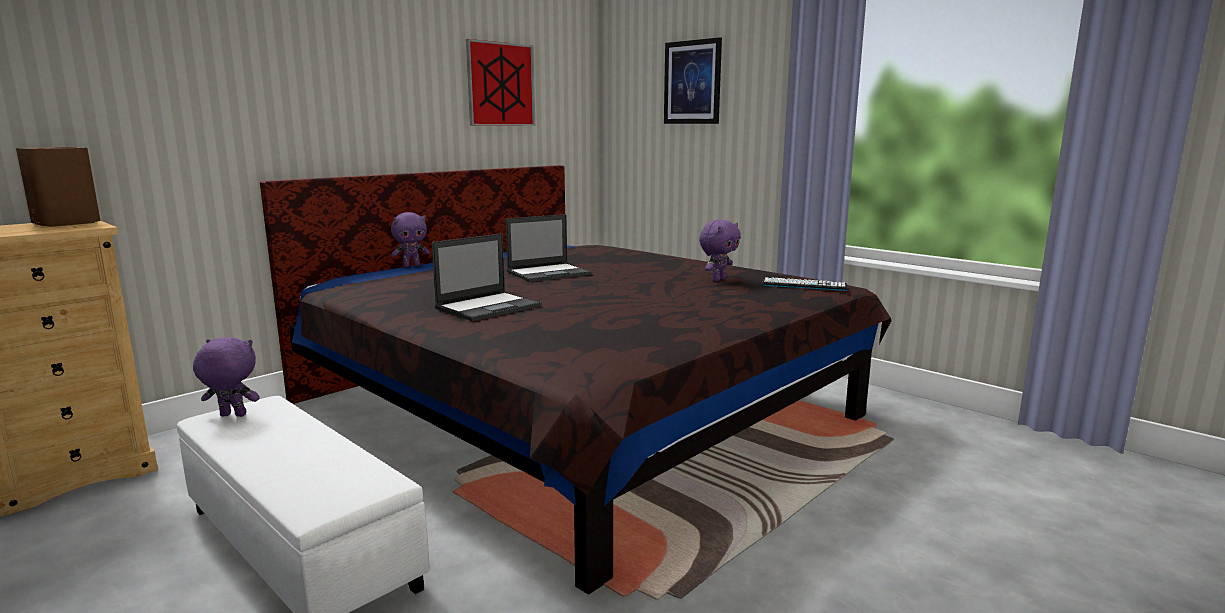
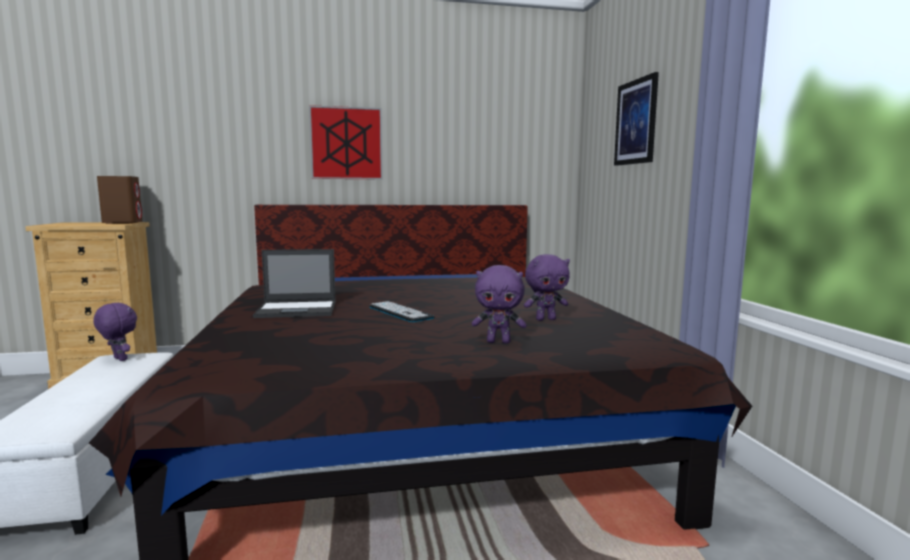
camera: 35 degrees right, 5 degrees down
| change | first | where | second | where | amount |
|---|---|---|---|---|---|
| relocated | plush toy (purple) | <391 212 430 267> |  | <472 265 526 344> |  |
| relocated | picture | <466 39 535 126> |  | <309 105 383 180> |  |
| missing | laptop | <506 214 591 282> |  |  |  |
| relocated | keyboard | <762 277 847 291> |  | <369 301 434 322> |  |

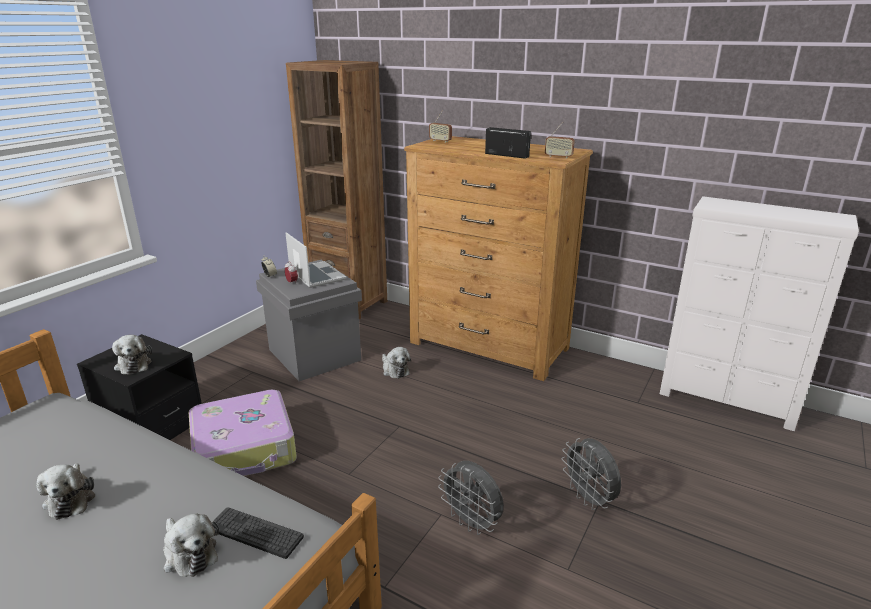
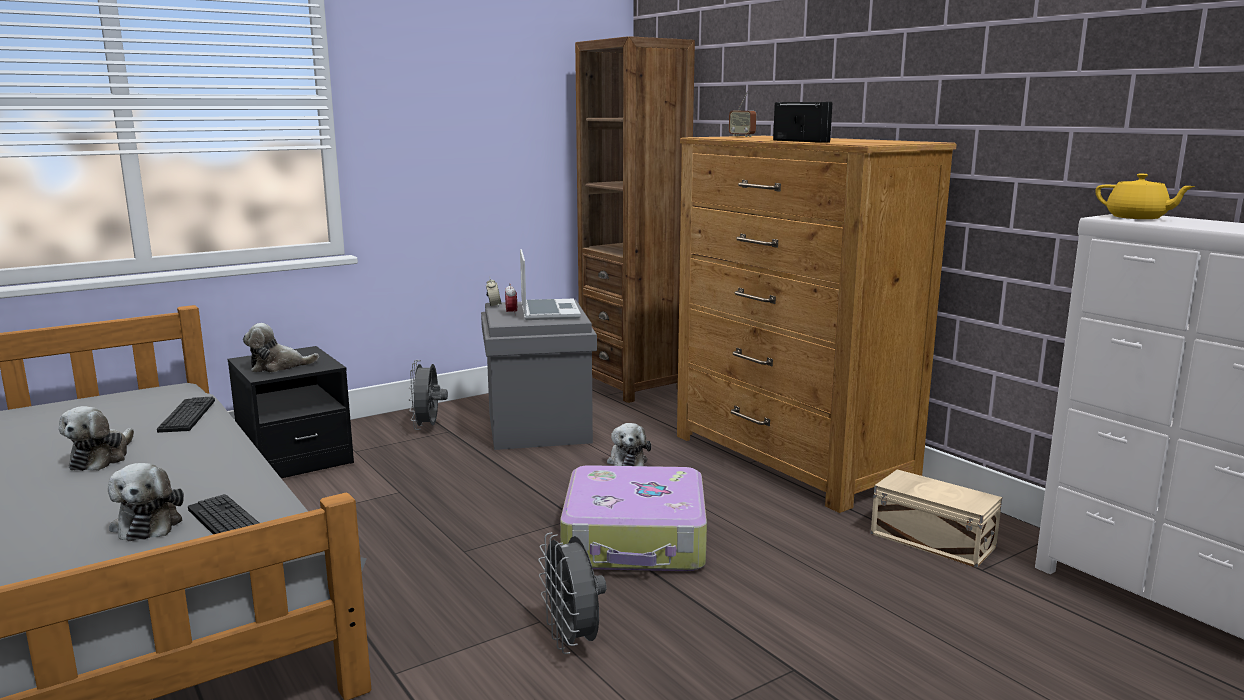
camera: 25 degrees right, 10 degrees down
| change | first | where | second | where | amount |
|---|---|---|---|---|---|
| spun | plush toy | <112 335 152 375> |  | <243 323 319 372> | 75 degrees clockwise |
| relocated | suitcase | <189 390 297 476> |  | <560 465 707 571> |  |
| missing | radio | <545 122 575 159> |  |  |  |
| relocated | fan (grey) | <562 438 621 510> |  | <409 360 448 430> |  |
| appeared |  |  | keyboard | <157 397 215 433> |  |
| appeared |  |  | storage box (beige) | <871 469 1002 568> |  |
| appeared |  |  | teapot (yellow) | <1095 174 1195 219> |  |

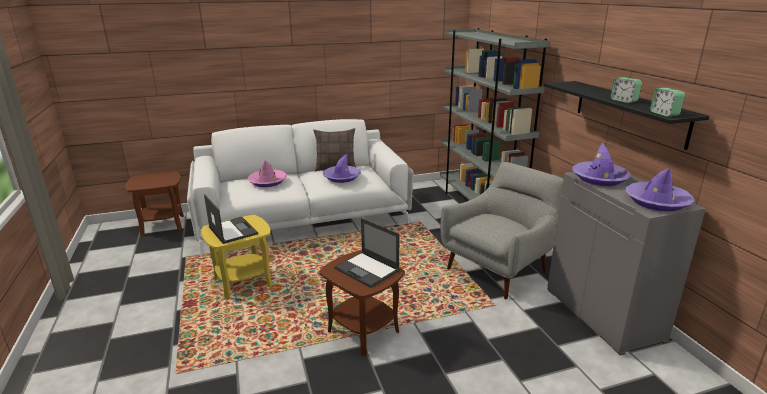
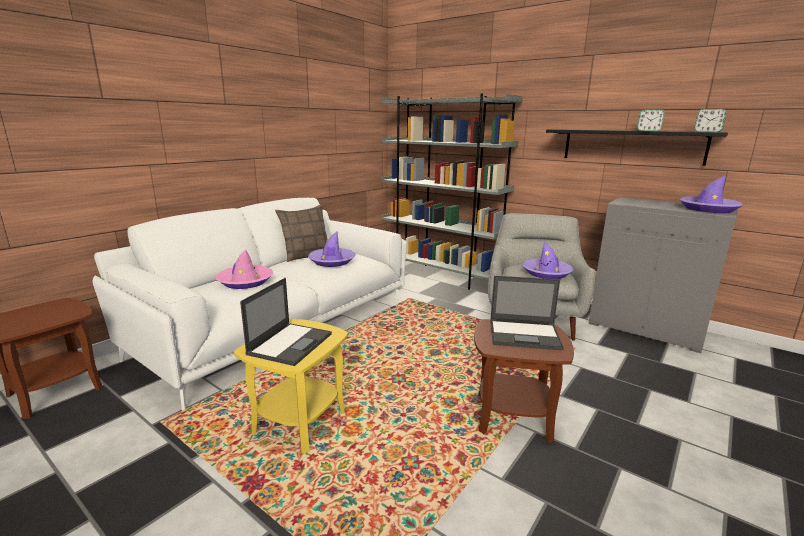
camera: 35 degrees left, 5 degrees down
| change | first | where | second | where | amount |
|---|---|---|---|---|---|
| spun | laptop | <204 194 258 244> |  | <240 278 332 366> | 90 degrees clockwise |
| relocated | hat (purple) | <572 142 631 186> |  | <522 241 574 279> |  |

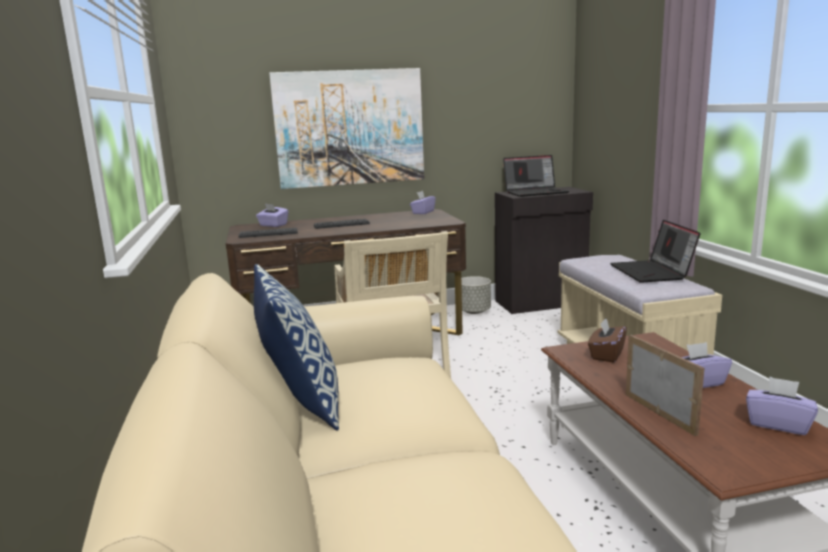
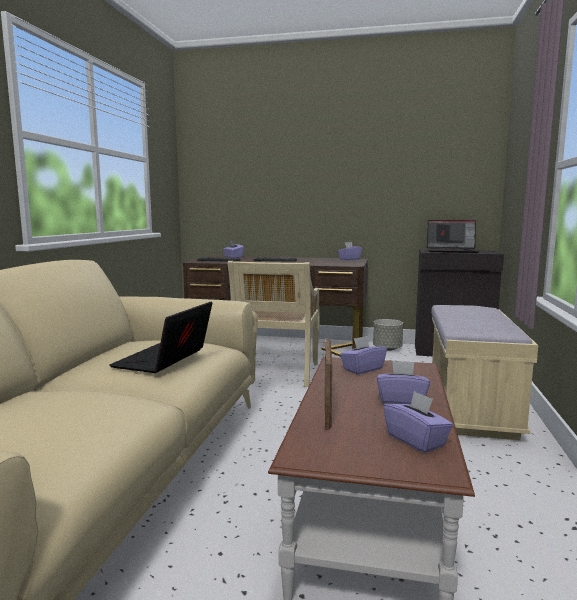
camera: 25 degrees right, 5 degrees down
| change | first | where | second | where | amount |
|---|---|---|---|---|---|
| missing | pillow | <254 264 339 431> |  |  |  |
| missing | picture | <269 68 424 189> |  |  |  |
| colour | tissue box (brown) | <588 317 627 363> | tissue box (purple) | <340 336 387 374> |  |
| relocated | laptop | <610 220 701 283> |  | <109 301 212 373> |  |

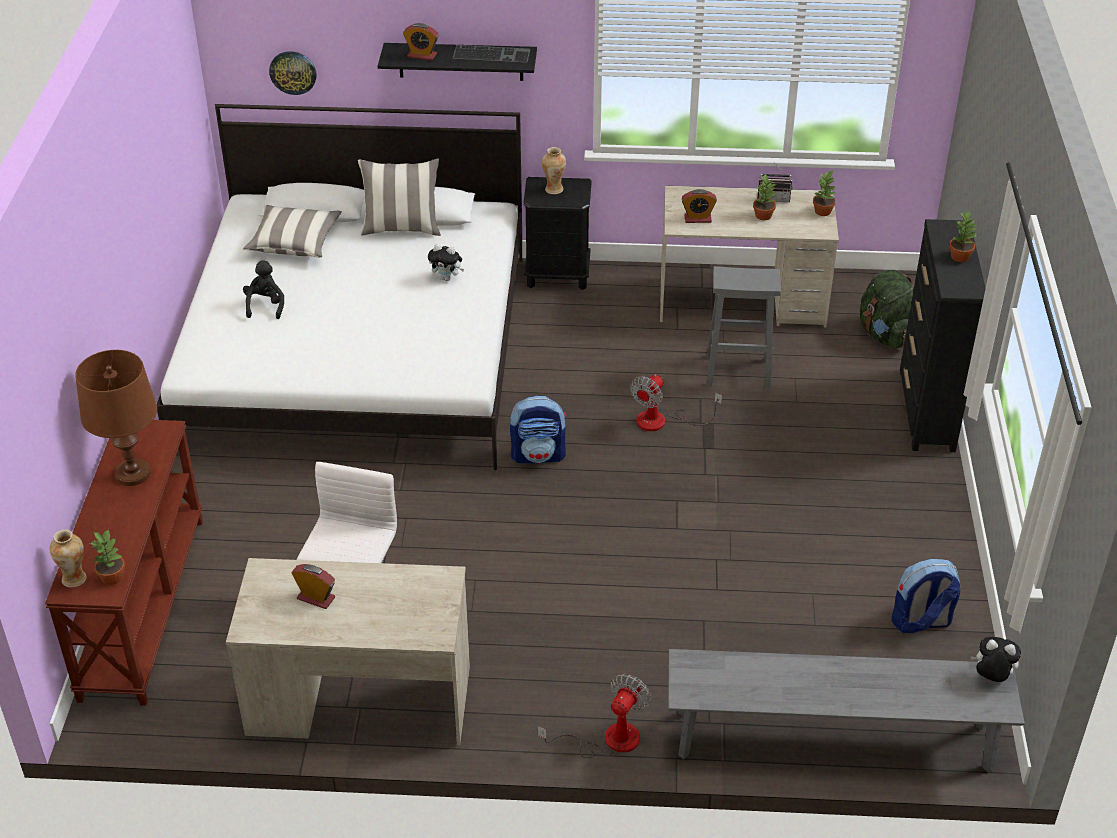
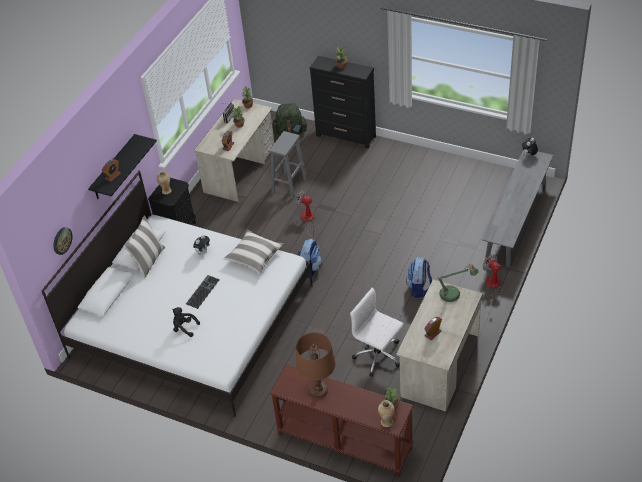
camera: 65 degrees left, 5 degrees up
| change | first | where | second | where | amount |
|---|---|---|---|---|---|
| relocated | pillow | <243 205 342 257> |  | <224 230 284 274> |  |
| relocated | keyboard | <452 45 531 63> |  | <186 275 220 309> |  |
| spun | fan | <630 374 722 431> |  | <295 190 319 237> | 150 degrees clockwise |
| relocated | backpack | <892 559 960 633> |  | <406 257 432 298> |  |
| appeared |  |  | table lamp | <437 263 479 302> |  |

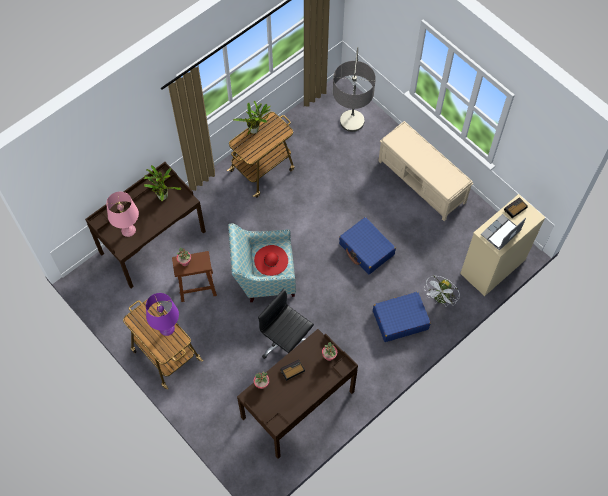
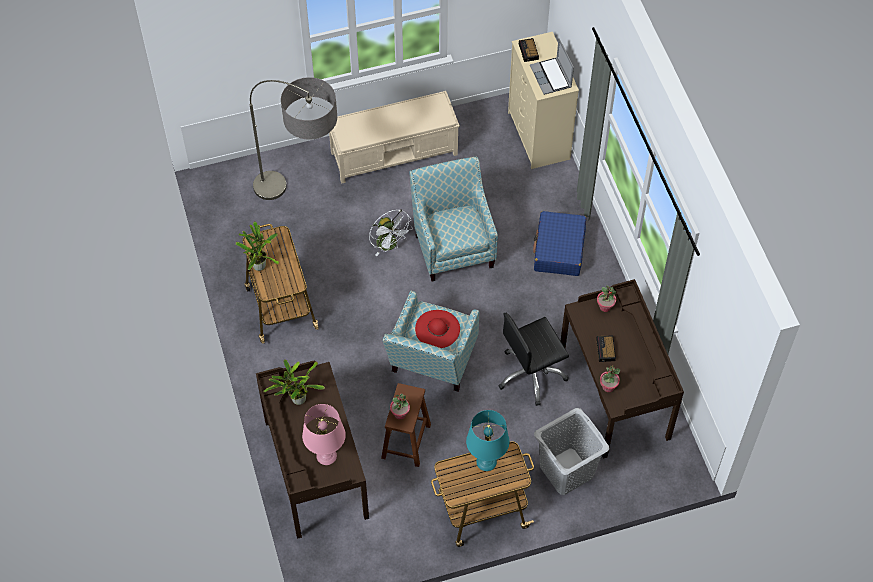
camera: 65 degrees left, 5 degrees down
| change | first | where | second | where | amount |
|---|---|---|---|---|---|
| colour | table lamp (purple) | <146 293 179 336> | table lamp (turquoise) | <466 410 509 471> |  |
| exchanged | suitcase (blue) | <339 217 396 274> | armchair | <410 156 498 281> |  |
| relocated | fan (white) | <425 275 460 307> |  | <369 209 413 256> |  |
| appeared |  |  | laundry basket (grey) | <534 408 609 495> |  |

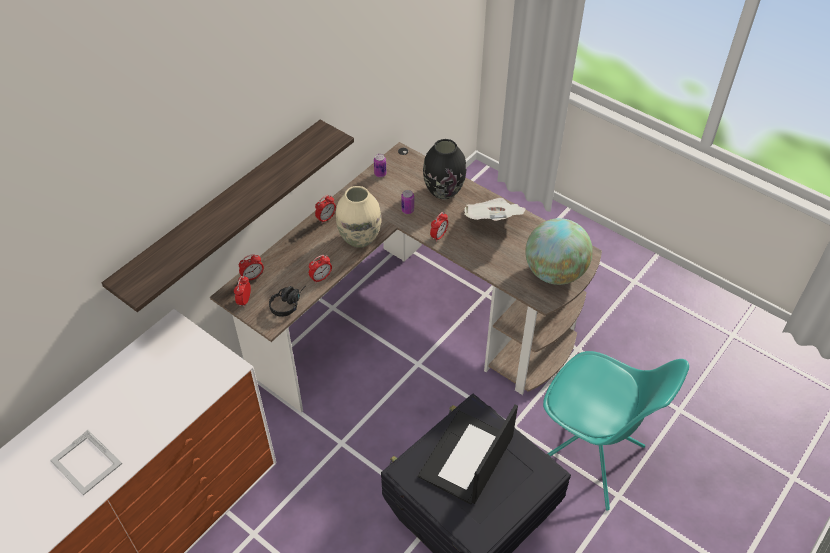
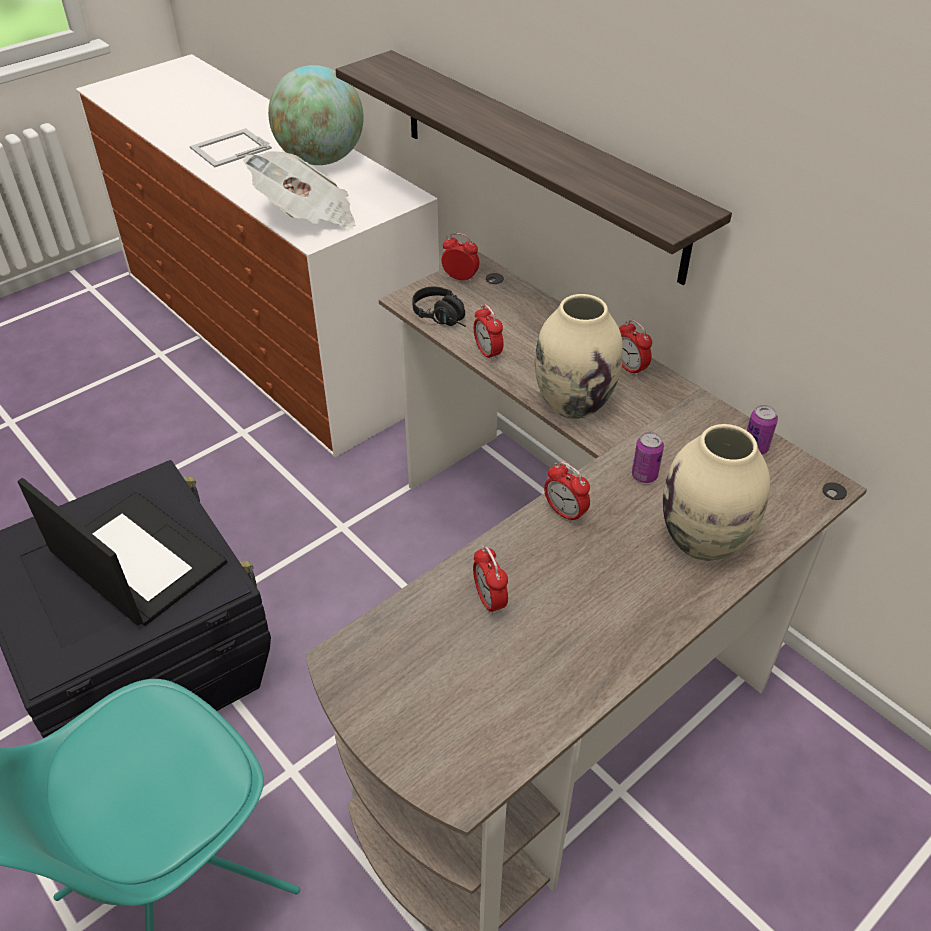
camera: 100 degrees right, 5 degrees down
| change | first | where | second | where | amount |
|---|---|---|---|---|---|
| relocated | alarm clock | <239 254 264 280> |  | <473 546 508 615> |  |
| colour | vase (black) | <423 139 466 199> | vase (beige) | <663 424 770 561> |  |
| relocated | newspaper | <464 198 526 221> |  | <244 151 356 227> |  |
| relocated | globe | <525 218 593 285> |  | <268 65 364 165> |  |

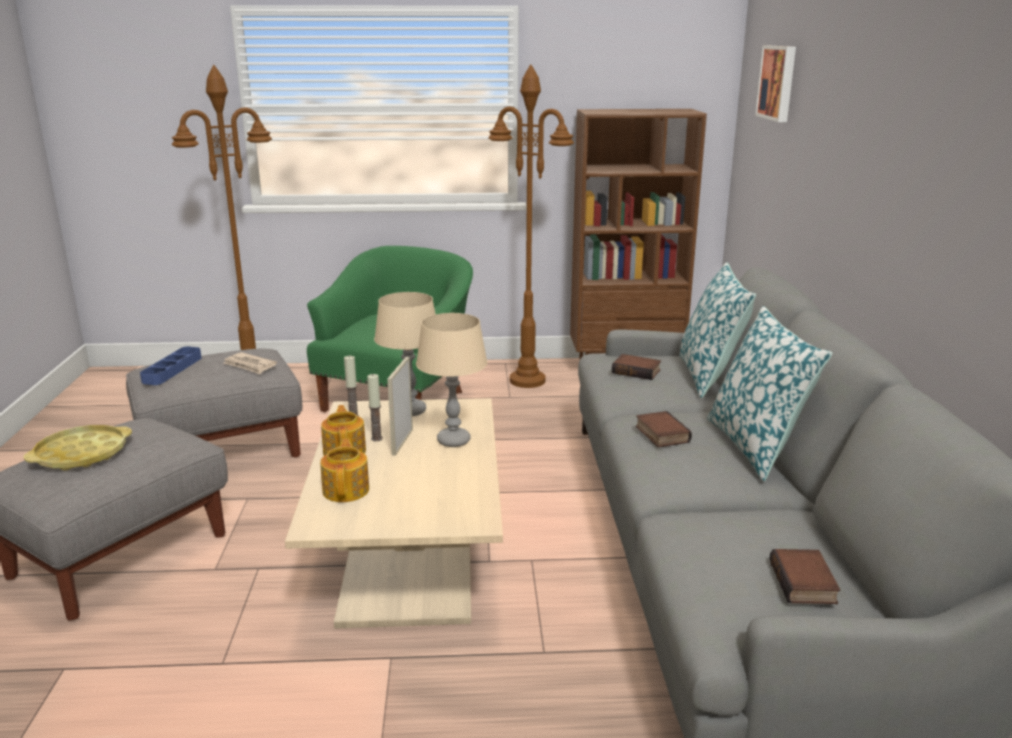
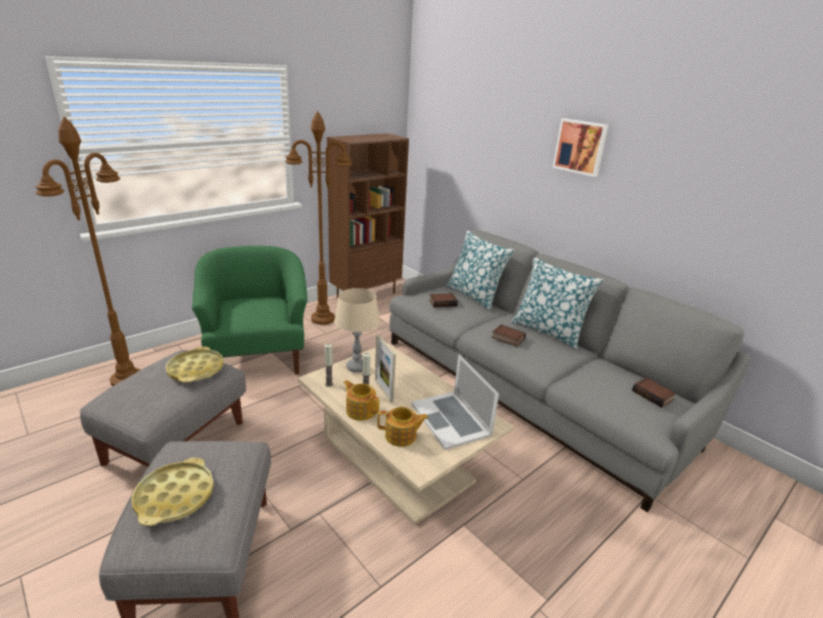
camera: 40 degrees left, 5 degrees up
| change | first | where | second | where | amount |
|---|---|---|---|---|---|
| missing | tray (blue) | <140 347 202 385> |  |  |  |
| exchanged | newspaper | <223 352 277 374> | tray (yellow) | <166 346 224 382> |  |
| spun | teapot | <320 438 369 502> |  | <377 407 428 447> | 135 degrees clockwise |
| missing | table lamp (beige) | <416 313 488 447> |  |  |  |
| relocated | picture | <755 46 796 122> |  | <552 118 609 177> |  |
| appeared |  |  | laptop | <411 354 499 450> |  |

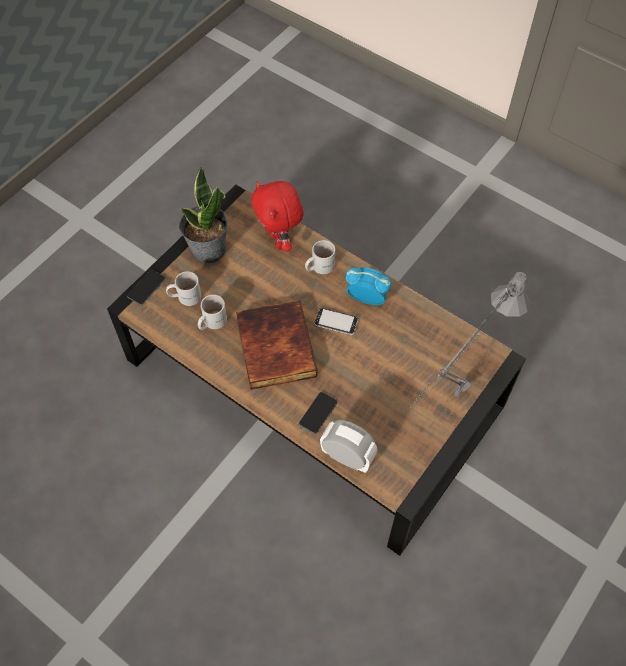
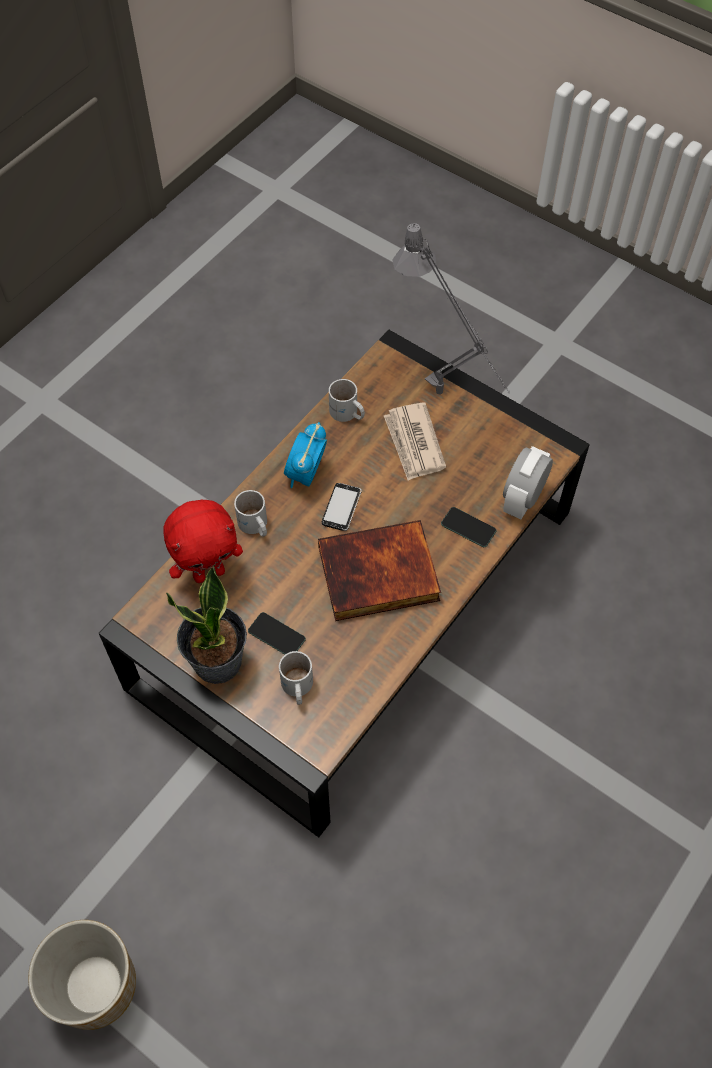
camera: 90 degrees left, 0 degrees up
| change | first | where | second | where | amount |
|---|---|---|---|---|---|
| relocated | phone | <127 270 165 305> |  | <248 612 306 655> |  |
| relocated | mug (white) | <198 295 227 330> |  | <329 379 365 422> |  |
| appeared |  |  | planter | <28 920 136 1030> |  |
| appeared |  |  | newspaper | <384 403 446 481> |  |

